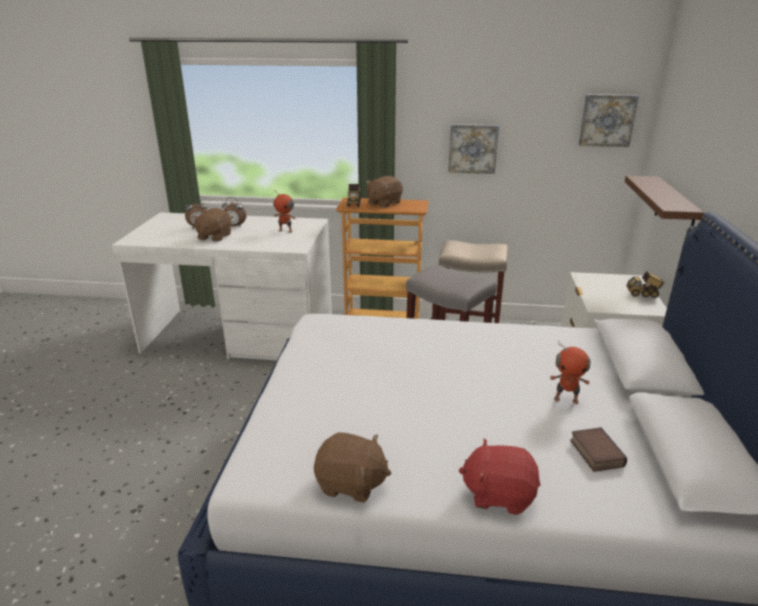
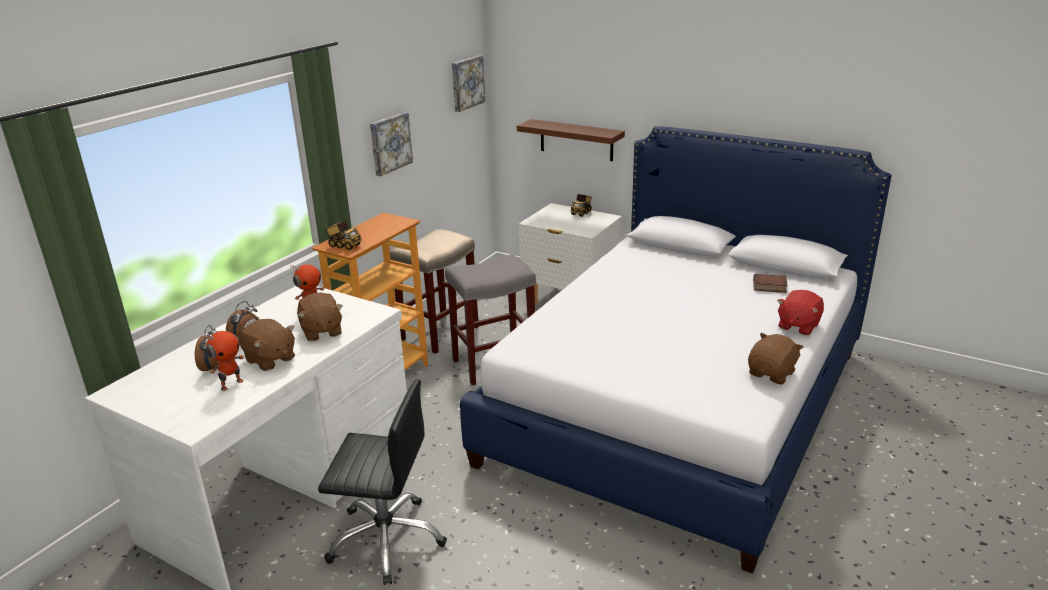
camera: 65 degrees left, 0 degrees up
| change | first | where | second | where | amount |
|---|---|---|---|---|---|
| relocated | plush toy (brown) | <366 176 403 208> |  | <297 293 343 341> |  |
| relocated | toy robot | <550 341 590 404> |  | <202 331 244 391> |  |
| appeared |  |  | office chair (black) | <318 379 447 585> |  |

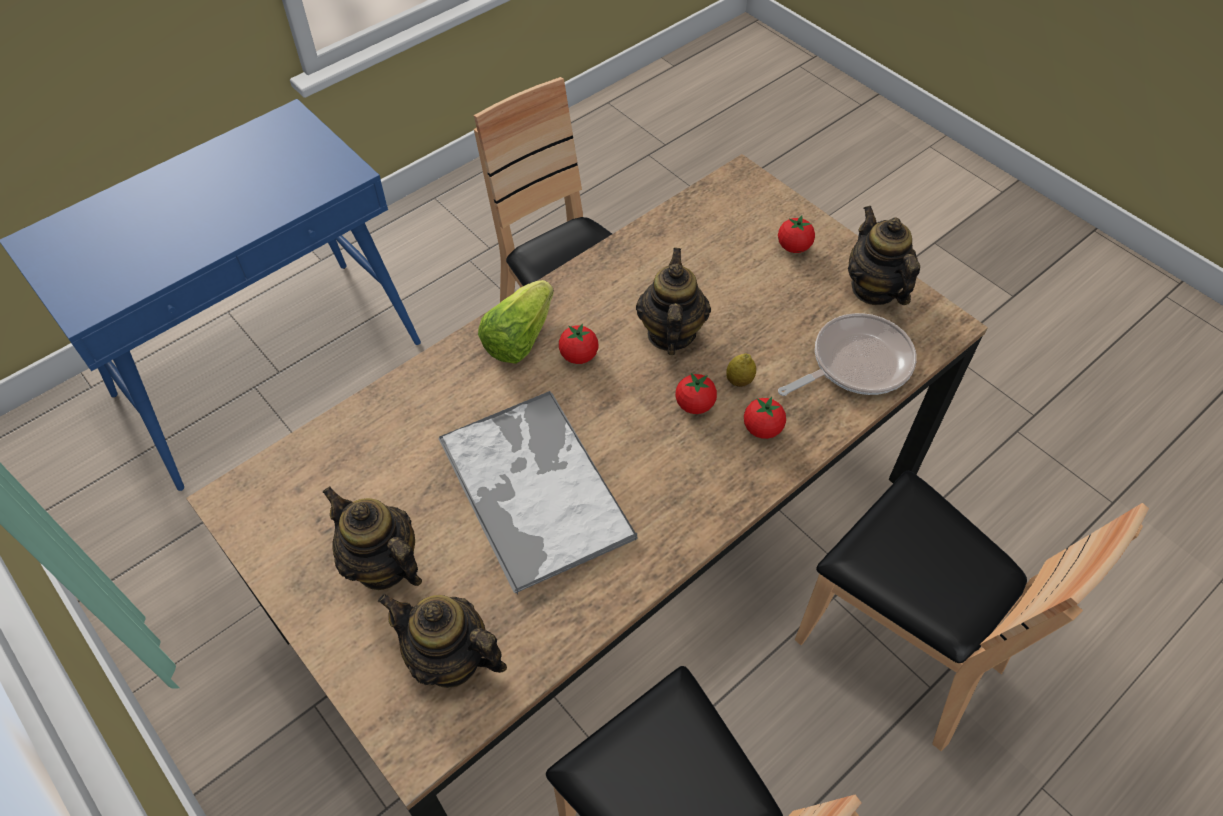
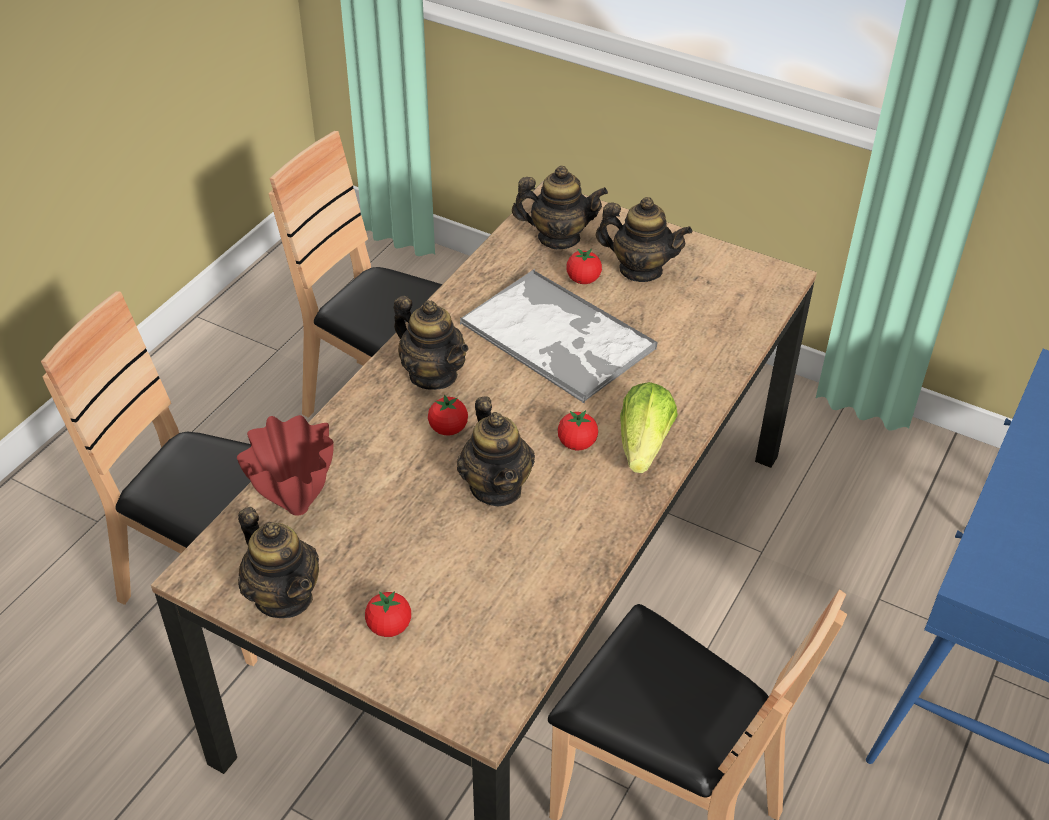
camera: 160 degrees right, 10 degrees down
| change | first | where | second | where | amount |
|---|---|---|---|---|---|
| missing | lemon | <726 353 756 387> |  |  |  |
| relocated | tomato | <744 397 786 439> |  | <566 249 602 284> |  |
| exchanged | frying pan | <778 313 917 396> | vase (red) | <237 415 334 516> |  |
| appeared |  |  | teapot | <394 296 468 390> |  |

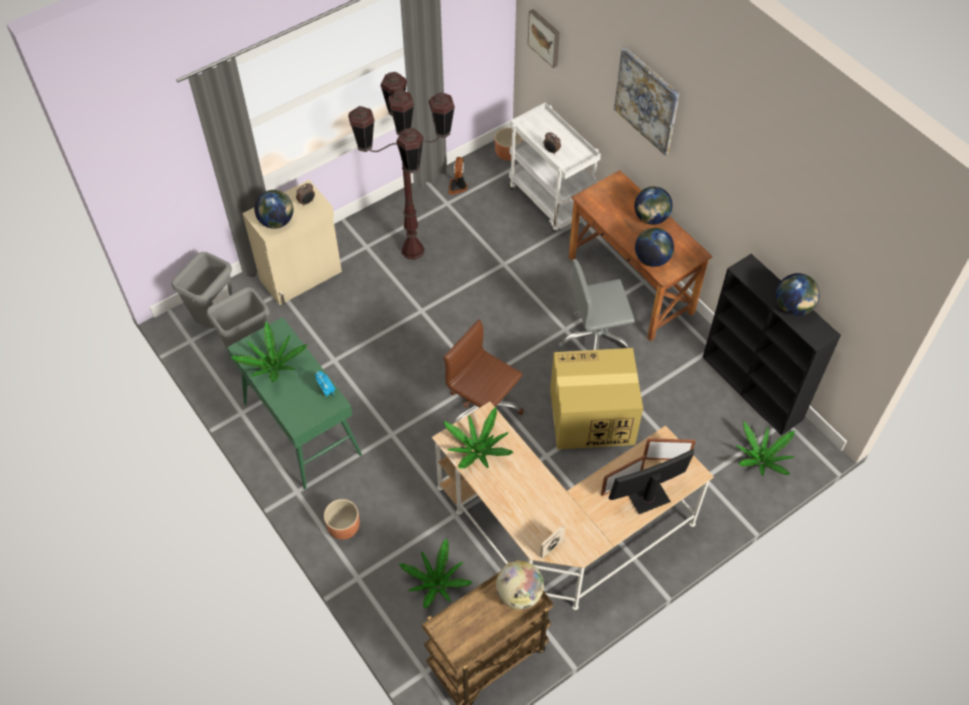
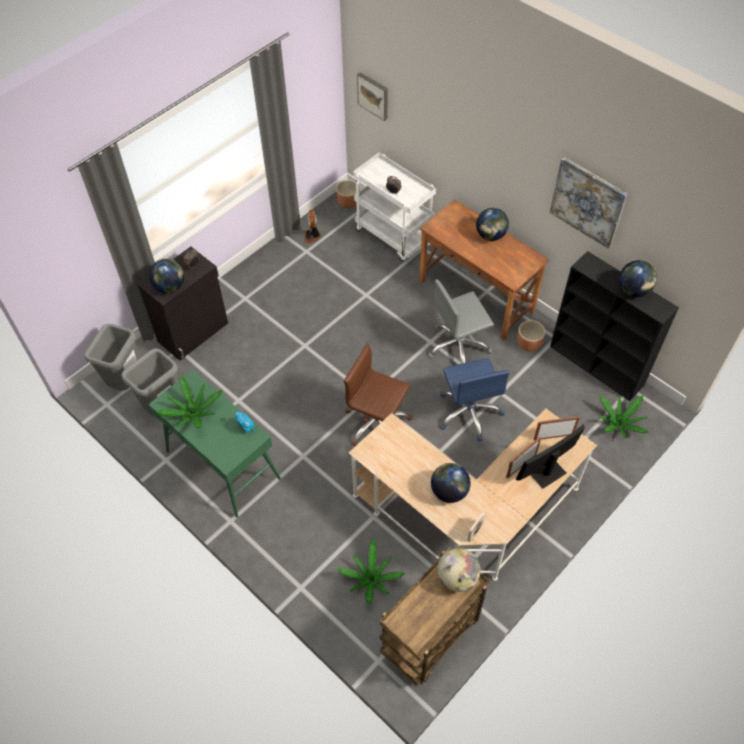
camera: 10 degrees left, 0 degrees up
| change | first | where | second | where | amount |
|---|---|---|---|---|---|
| colour | cabinet (beige) | <242 180 342 305> | cabinet (black) | <137 247 228 360> |  |
| relocated | planter (brown) | <324 499 360 540> |  | <517 320 545 352> |  |
| missing | floor lamp (brown) | <348 72 455 260> |  |  |  |
| missing | potted plant | <443 407 514 469> |  |  |  |
| exchanged | cardboard box | <550 348 643 449> | office chair (blue) | <440 358 510 441> |  |
| relocated | picture | <614 47 680 155> |  | <550 157 628 249> |  |
| relocated | globe | <635 228 674 267> |  | <431 463 471 503> |  |

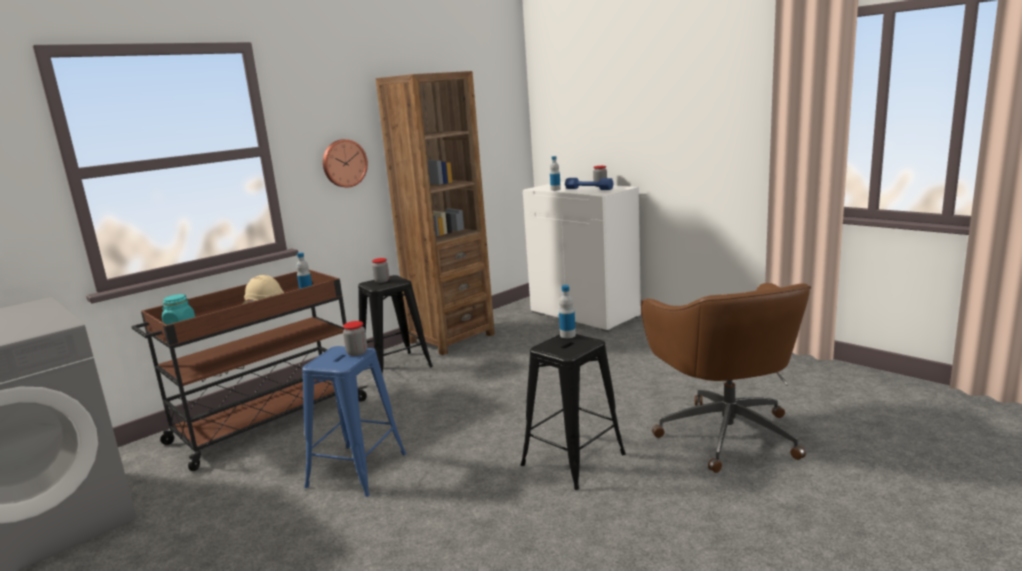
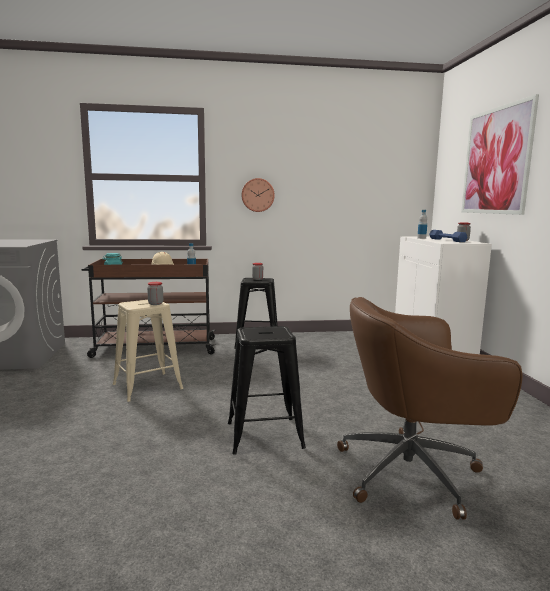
camera: 35 degrees right, 5 degrees down
| change | first | where | second | where | amount |
|---|---|---|---|---|---|
| colour | stool (blue) | <302 346 406 497> | stool (beige) | <113 300 183 402> |  |
| missing | bookcase (brown) | <376 71 495 355> |  |  |  |
| missing | bottle | <559 285 576 338> |  |  |  |
| spun | office chair (brown) | <641 283 811 473> |  | <337 297 522 520> | 60 degrees clockwise |
| appeared |  |  | picture | <461 94 539 215> |  |

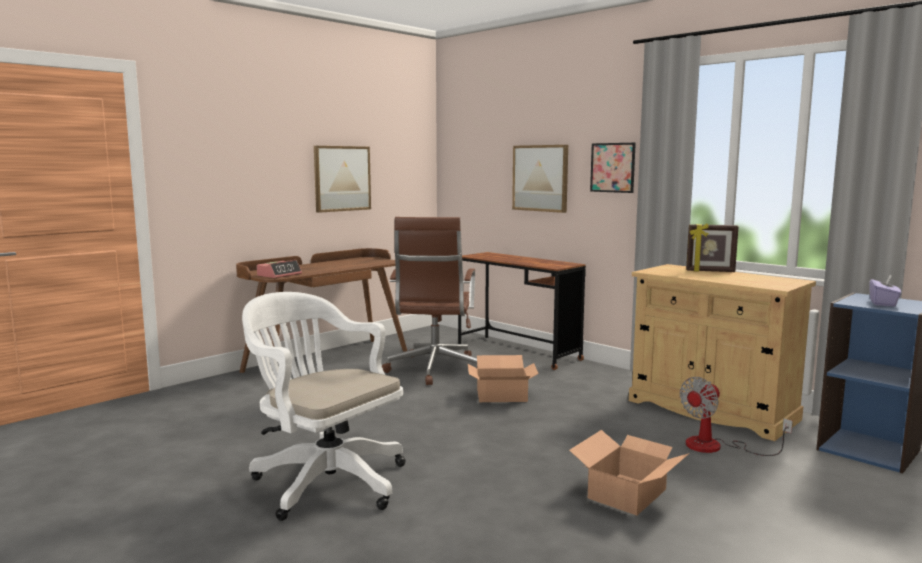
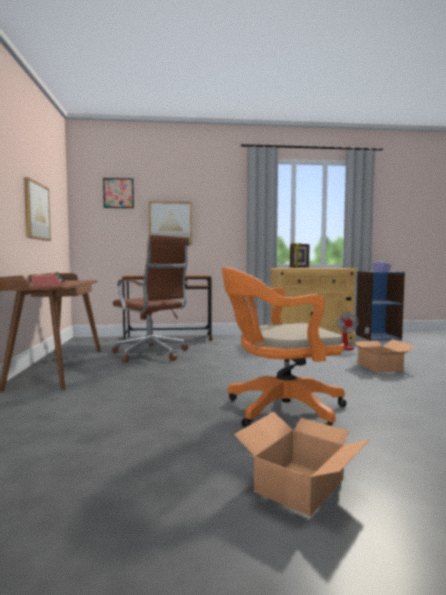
camera: 50 degrees left, 5 degrees down
| change | first | where | second | where | amount |
|---|---|---|---|---|---|
| colour | office chair (white) | <242 292 406 521> | office chair (orange) | <222 267 347 428> |  |
| relocated | cardboard box | <468 355 539 402> |  | <234 412 370 517> |  |
| relocated | picture | <590 143 636 193> |  | <103 178 134 208> |  |

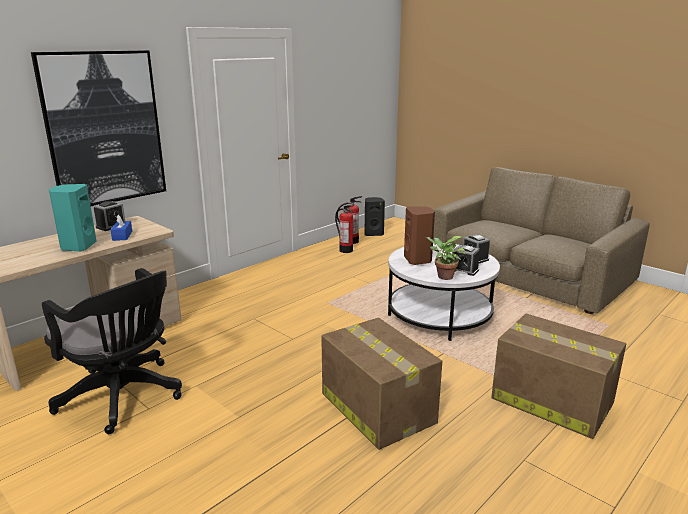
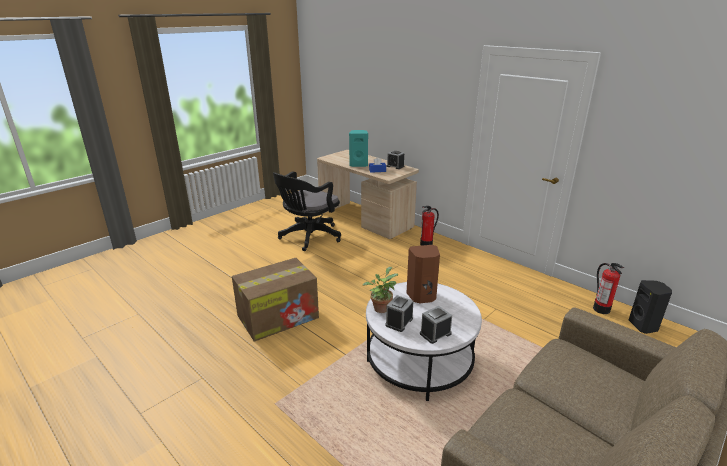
camera: 90 degrees right, 5 degrees up
| change | first | where | second | where | amount |
|---|---|---|---|---|---|
| missing | picture | <31 50 166 206> |  |  |  |
| relocated | fire extinguisher | <335 205 353 253> |  | <420 206 439 246> |  |
| missing | cardboard box | <491 314 626 439> |  |  |  |

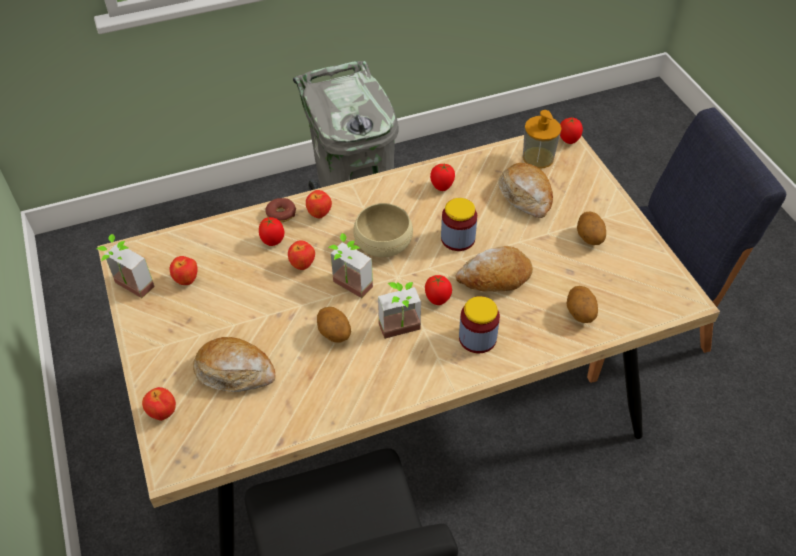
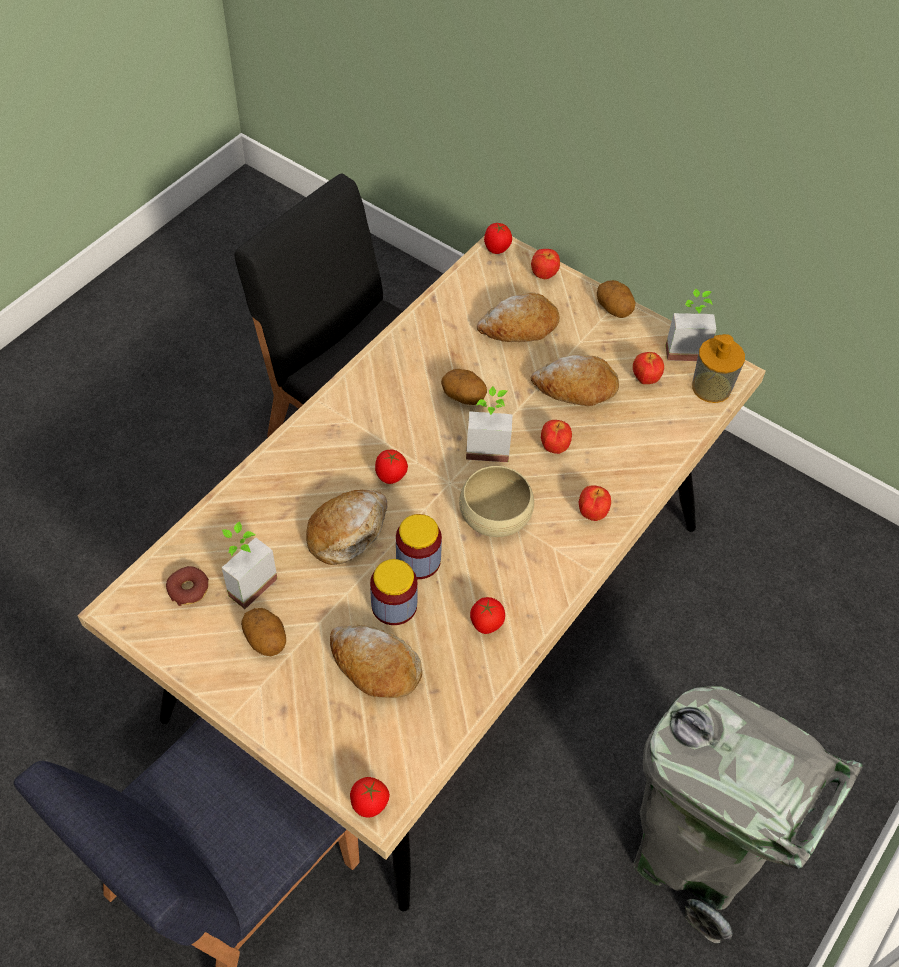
camera: 145 degrees right, 5 degrees up
| change | first | where | second | where | amount |
|---|---|---|---|---|---|
| relocated | tomato | <259 217 284 246> |  | <484 223 512 254> |  |
| relocated | donut | <265 198 296 222> |  | <166 566 209 606> |  |
| relocated | potted plant | <378 282 421 339> |  | <221 521 278 609> |  |
| relocated | jar | <459 296 500 353> |  | <370 559 418 625> |  |
| relocated | soap dispenser | <523 110 562 169> |  | <692 334 745 403> |  |
| relocated | potato | <566 286 598 323> |  | <597 280 636 318> |  |
| appeared |  |  | bread | <531 355 619 406> |  |

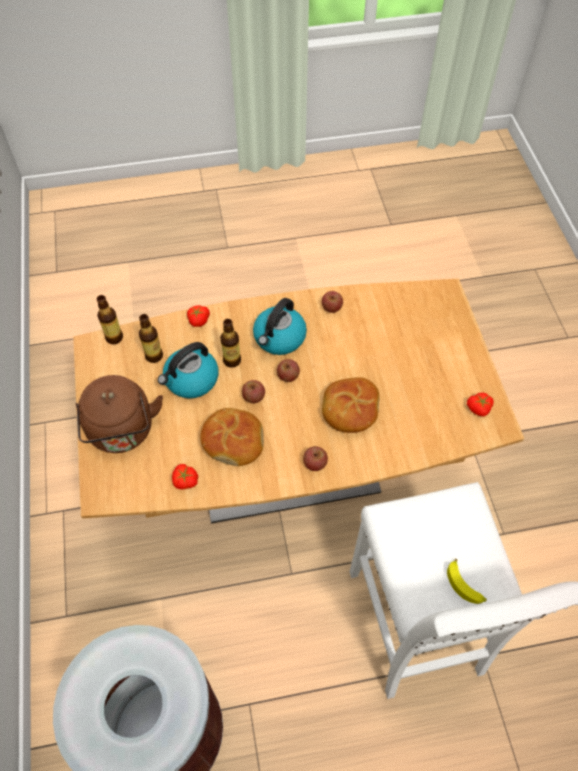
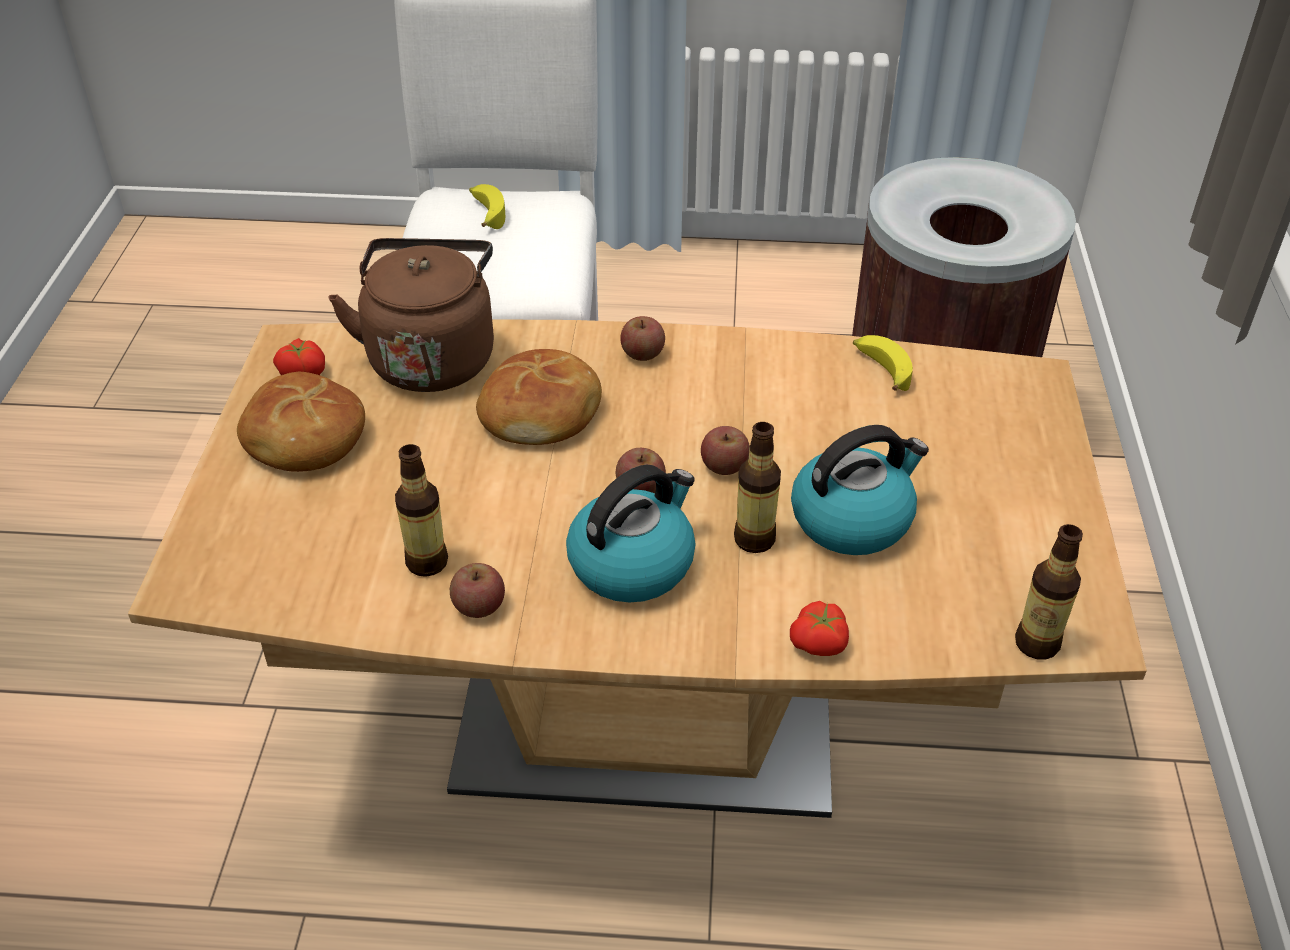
camera: 165 degrees left, 15 degrees down
| change | first | where | second | where | amount |
|---|---|---|---|---|---|
| relocated | kettle (brown) | <76 375 163 453> |  | <328 238 494 392> |  |
| relocated | bottle | <139 314 163 363> |  | <395 444 448 577> |  |
| exchanged | tomato | <172 464 198 489> | banana | <853 335 913 391> |  |
| relocated | bread | <200 408 264 466> |  | <237 372 365 472> |  |

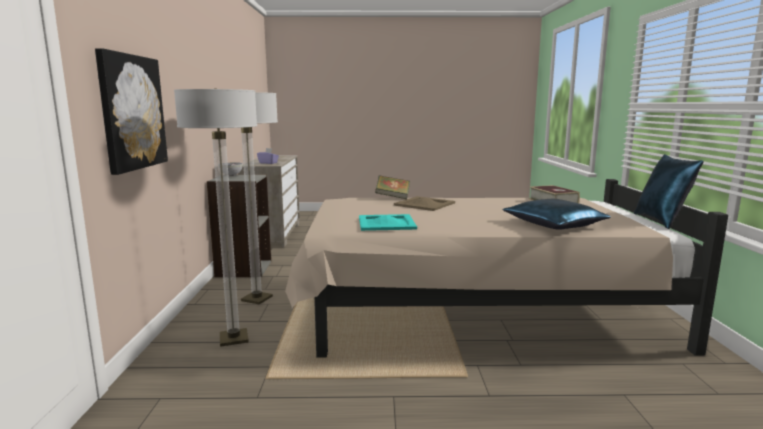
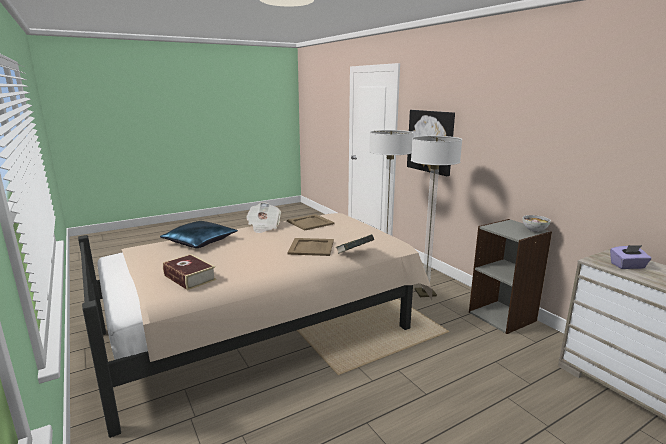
camera: 150 degrees right, 5 degrees up
| change | first | where | second | where | amount |
|---|---|---|---|---|---|
| colour | tray (turquoise) | <359 214 417 231> | tray (beige) | <287 214 335 231> |  |
| missing | pillow (blue) | <633 154 704 229> |  |  |  |
| appeared |  |  | newspaper | <246 202 281 233> |  |

